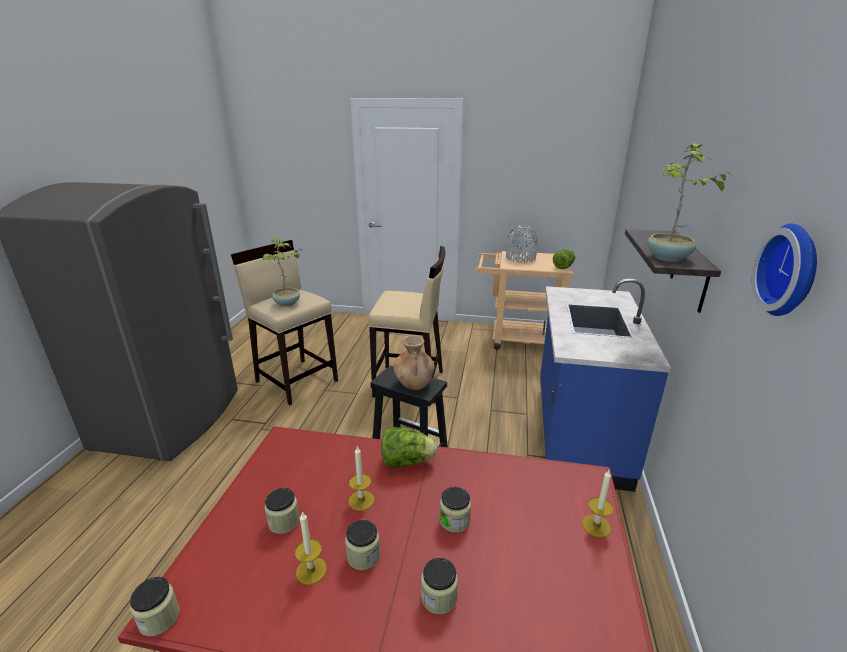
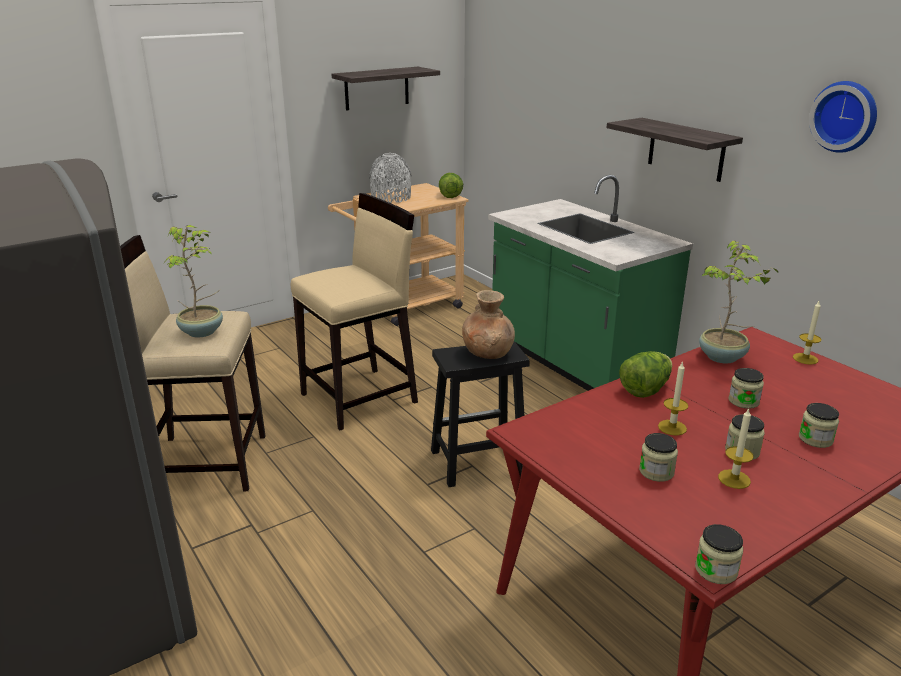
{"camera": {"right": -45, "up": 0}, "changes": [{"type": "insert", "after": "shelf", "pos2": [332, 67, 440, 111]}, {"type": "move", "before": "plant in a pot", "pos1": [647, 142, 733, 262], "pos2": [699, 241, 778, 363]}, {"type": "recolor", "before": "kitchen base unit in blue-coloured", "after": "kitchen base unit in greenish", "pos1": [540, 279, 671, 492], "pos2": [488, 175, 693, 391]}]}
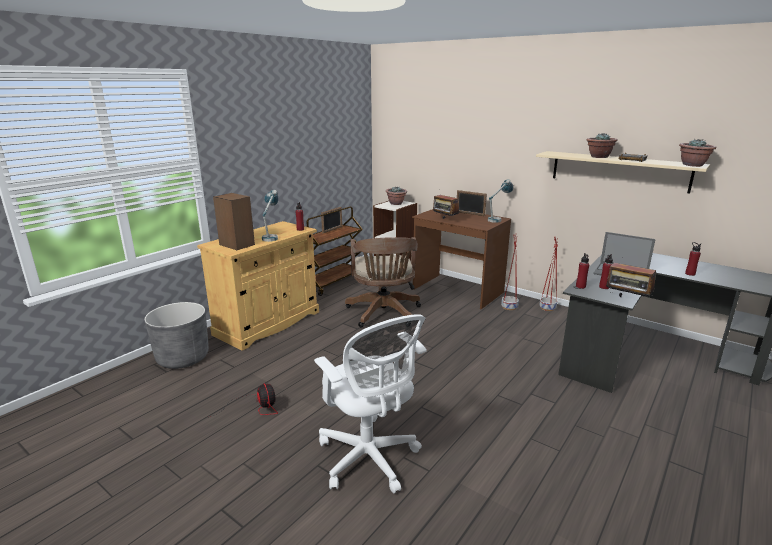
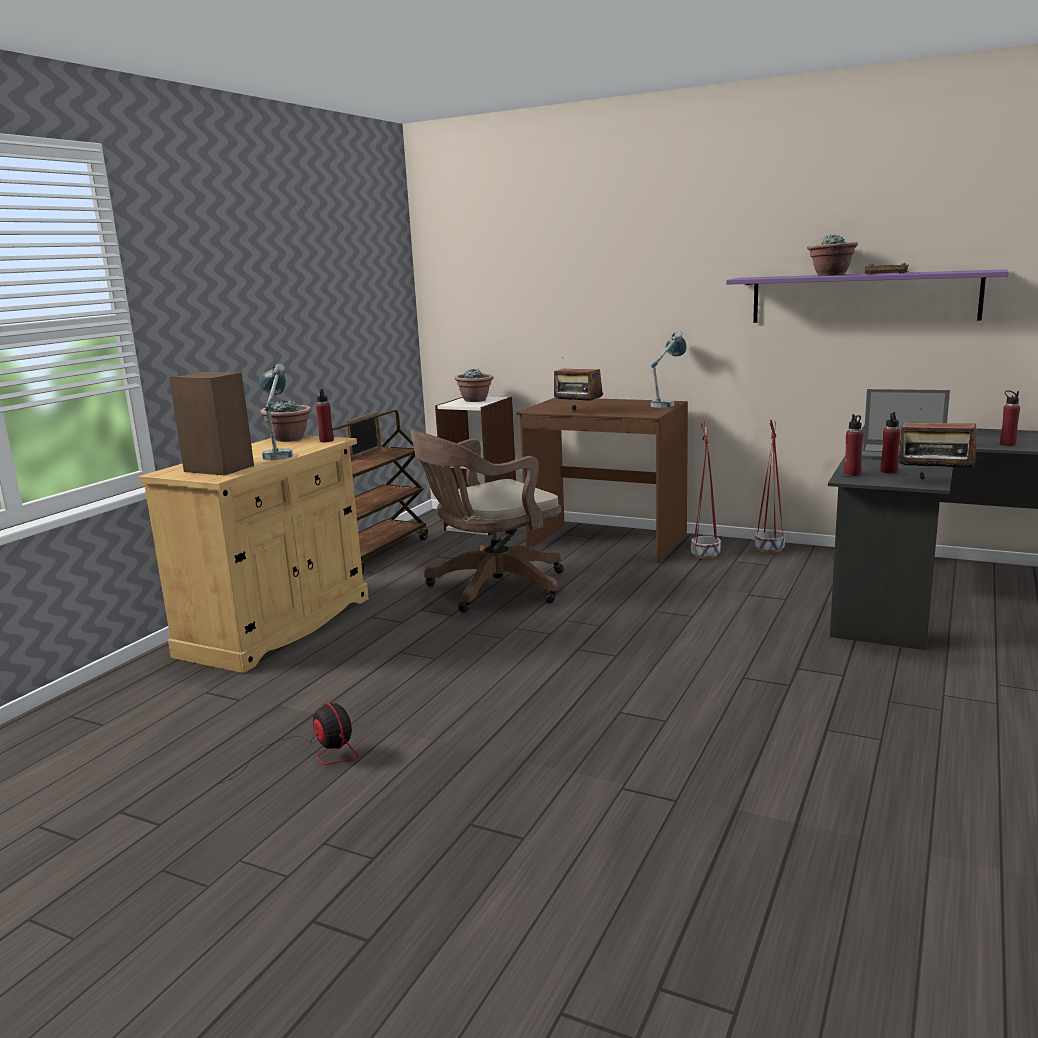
{"camera": {"right": -10, "up": -5}, "changes": [{"type": "delete", "before": "flower pot in grey", "pos1": [144, 302, 209, 369]}, {"type": "delete", "before": "computer chair in white", "pos1": [314, 314, 427, 494]}, {"type": "delete", "before": "photo frame", "pos1": [457, 190, 487, 216]}, {"type": "move", "before": "plant in a pot", "pos1": [679, 139, 716, 167], "pos2": [260, 399, 312, 442]}, {"type": "recolor", "before": "shelf in beige-coloured", "after": "shelf in purple", "pos1": [536, 151, 710, 194], "pos2": [726, 269, 1009, 323]}, {"type": "rotate", "before": "computer chair in brownish", "pos1": [345, 237, 421, 327], "pos2": [410, 430, 564, 613], "turn": 75}]}
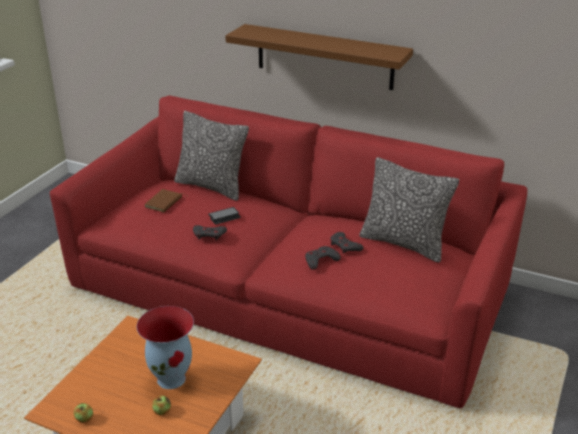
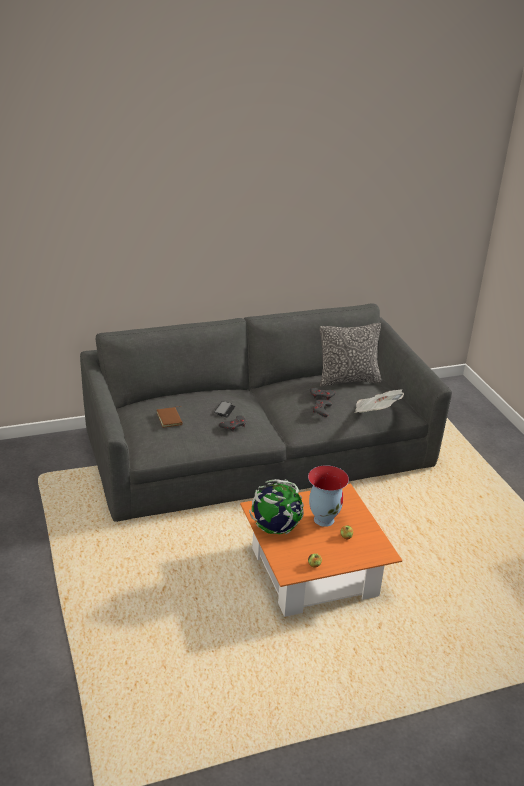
{"camera": {"right": -45, "up": 0}, "changes": [{"type": "delete", "before": "throw pillow", "pos1": [174, 111, 249, 201]}, {"type": "delete", "before": "shelf in brownish", "pos1": [225, 24, 413, 90]}, {"type": "insert", "after": "world globe", "pos2": [249, 479, 304, 534]}, {"type": "insert", "after": "newspaper", "pos2": [354, 389, 404, 413]}, {"type": "recolor", "before": "sofa in reddish", "after": "sofa in grey", "pos1": [50, 96, 528, 408], "pos2": [80, 303, 452, 522]}]}
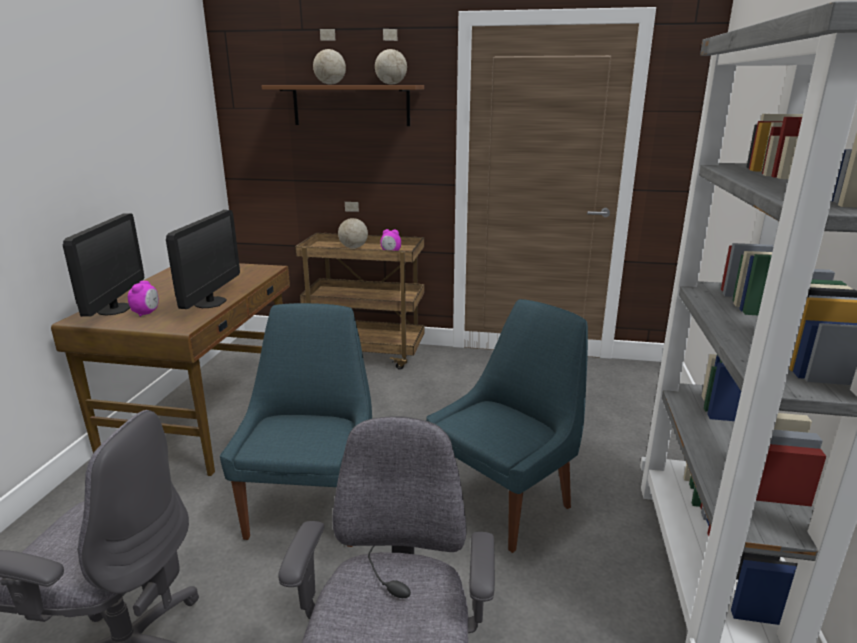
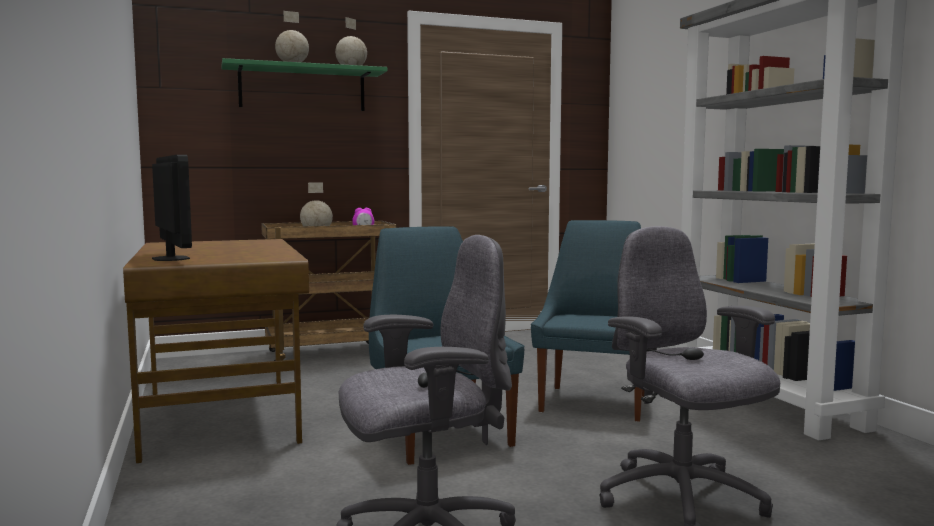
{"camera": {"right": -30, "up": -15}, "changes": [{"type": "delete", "before": "alarm clock", "pos1": [128, 281, 159, 317]}, {"type": "delete", "before": "monitor", "pos1": [166, 210, 240, 309]}, {"type": "recolor", "before": "shelf in brownish", "after": "shelf in greenish", "pos1": [261, 85, 424, 126], "pos2": [221, 58, 387, 111]}]}
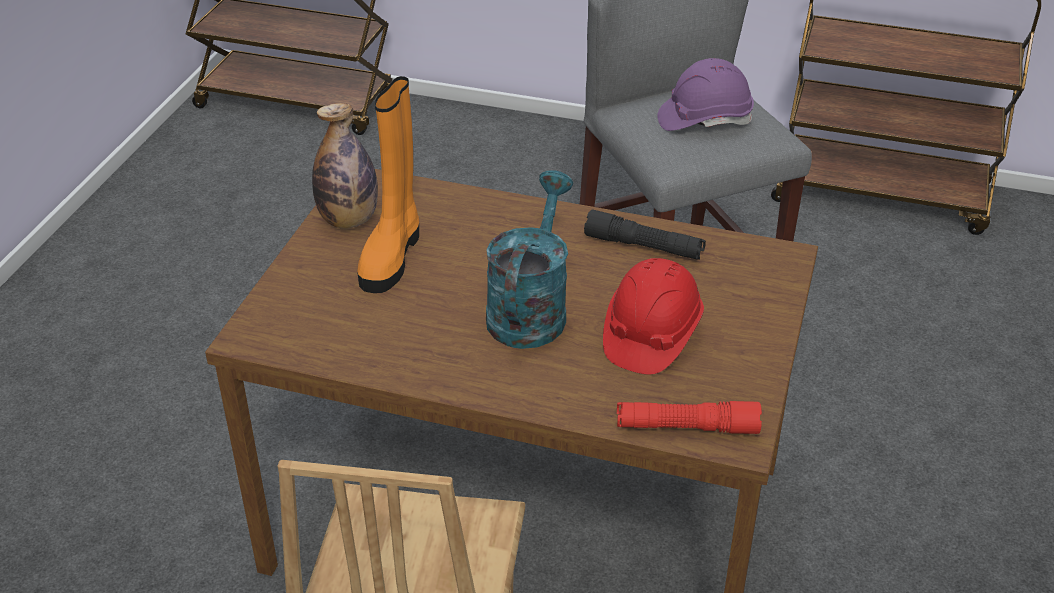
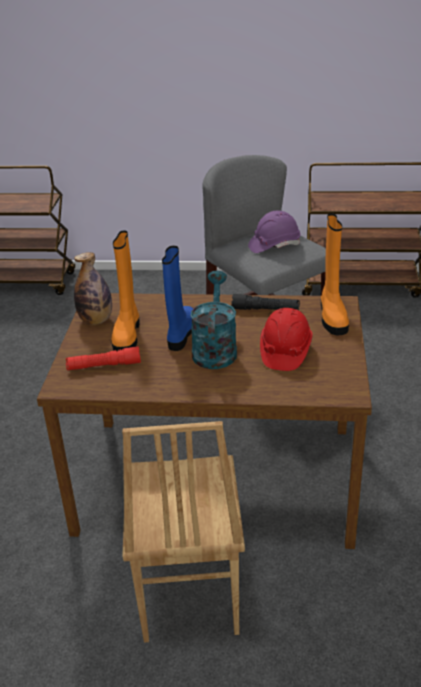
{"camera": {"right": -10, "up": -5}, "changes": [{"type": "insert", "after": "high-top boot in blue-coloured", "pos2": [162, 246, 193, 351]}, {"type": "insert", "after": "high-top boot in orange", "pos2": [321, 213, 349, 335]}, {"type": "move", "before": "hand torch in reddish", "pos1": [617, 401, 762, 434], "pos2": [66, 346, 141, 370]}]}
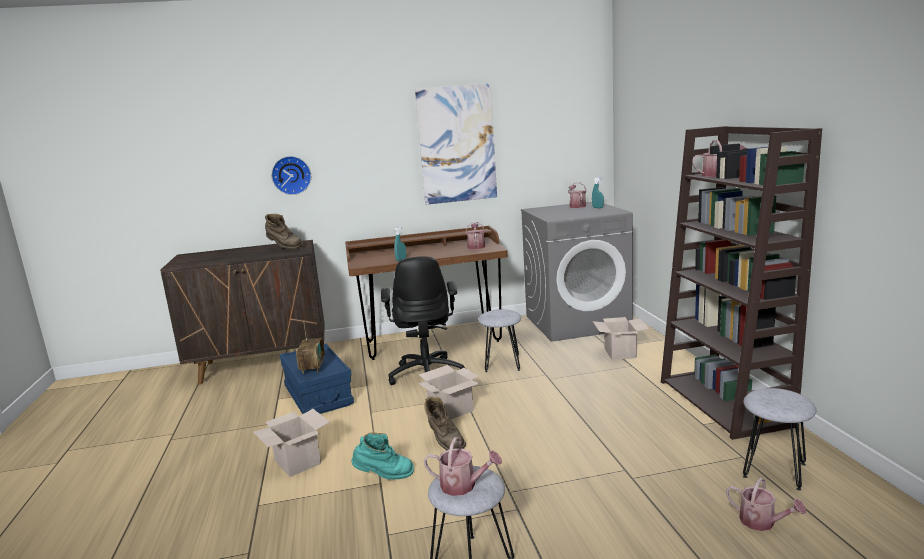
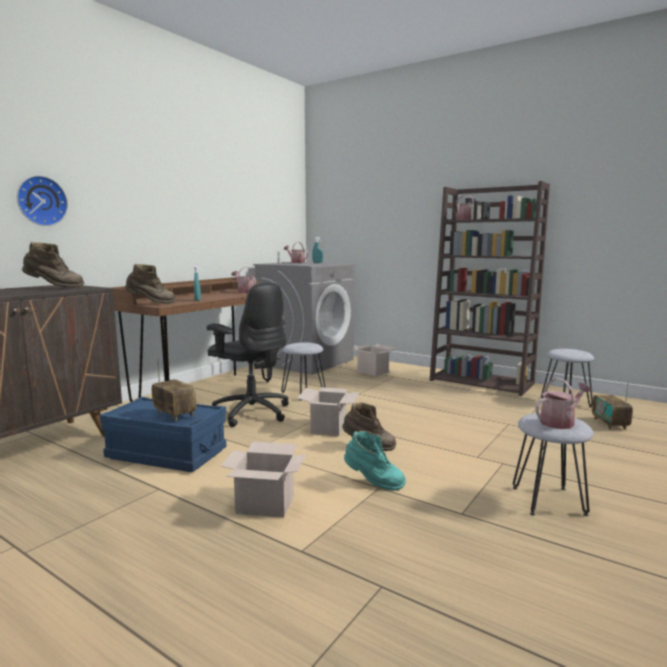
{"camera": {"right": -45, "up": -5}, "changes": [{"type": "delete", "before": "wall picture", "pos1": [415, 83, 497, 205]}, {"type": "insert", "after": "high-top boot in brownish", "pos2": [125, 264, 176, 304]}, {"type": "replace", "before": "watering pot", "after": "radio receiver", "pos1": [726, 478, 806, 531], "pos2": [592, 383, 633, 430]}, {"type": "rotate", "before": "high-top boot in turquoise-coloured", "pos1": [351, 432, 414, 479], "pos2": [344, 431, 406, 490], "turn": 75}]}
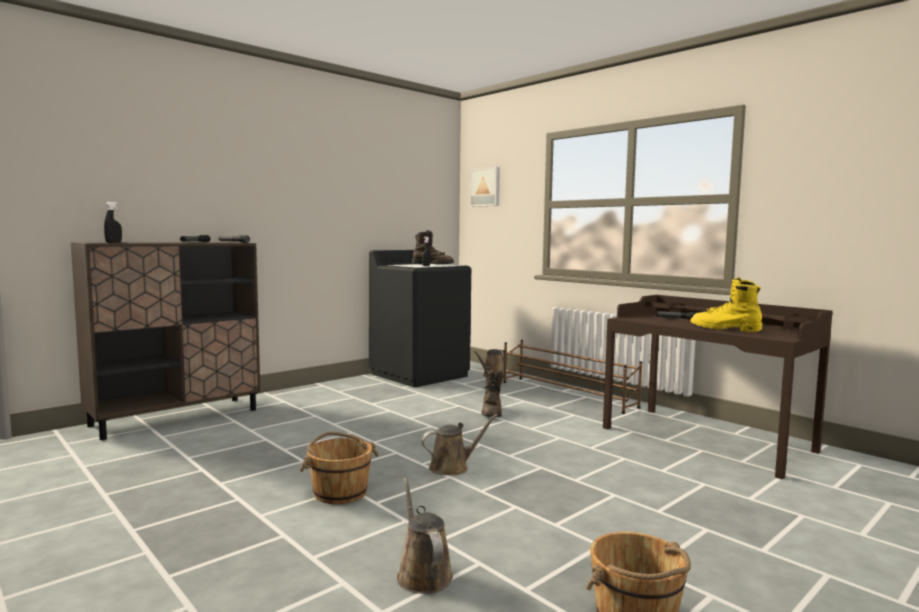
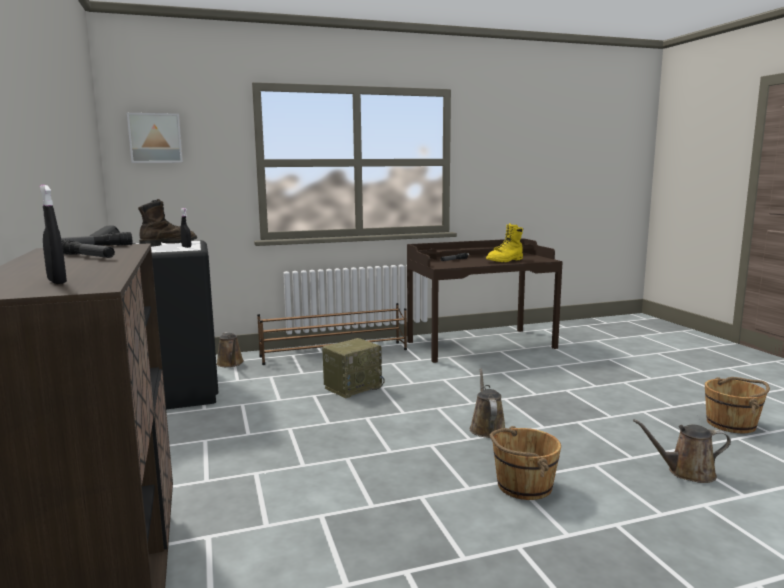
{"camera": {"right": -65, "up": 5}, "changes": [{"type": "replace", "before": "high-top boot in brownish", "after": "radio receiver", "pos1": [482, 370, 504, 417], "pos2": [322, 338, 385, 398]}]}
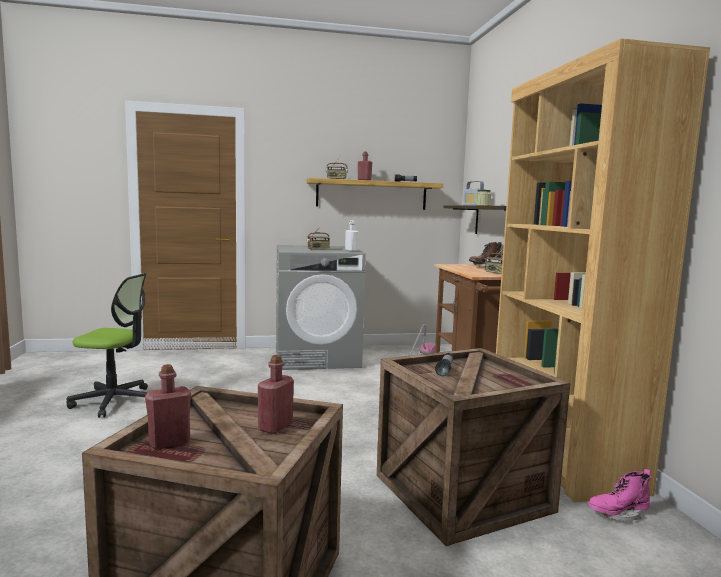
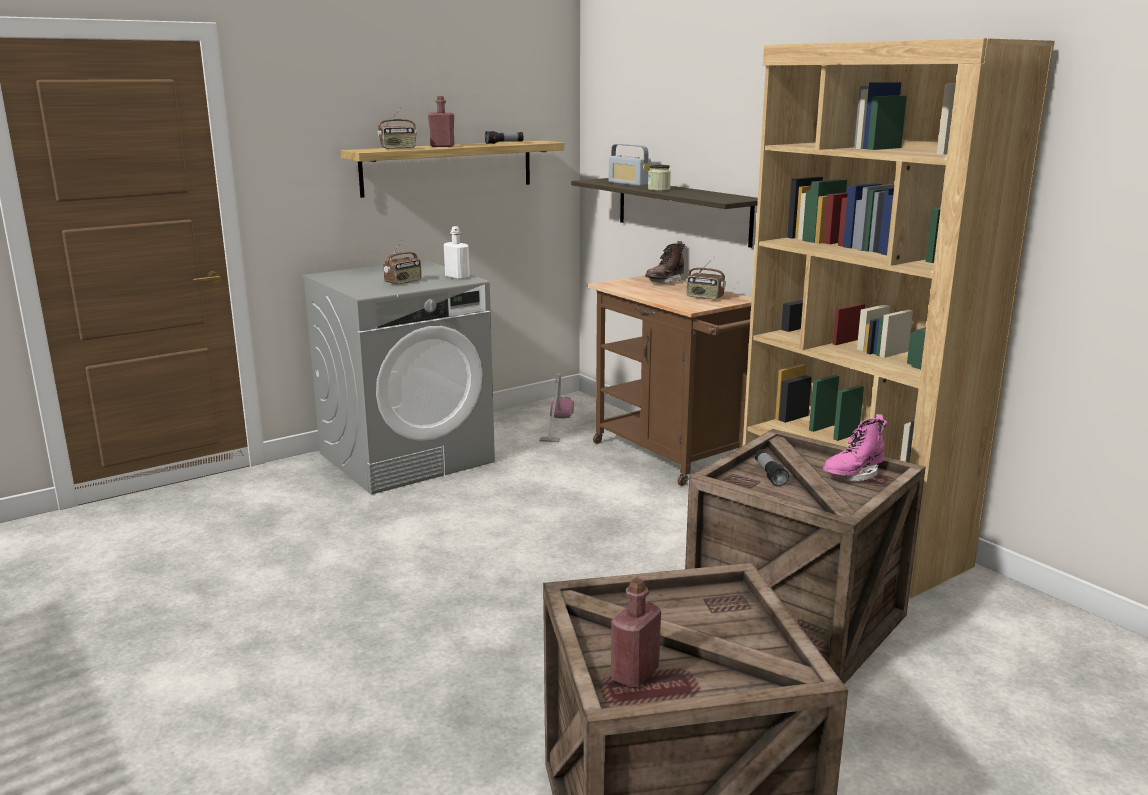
{"camera": {"right": -25, "up": 10}, "changes": [{"type": "delete", "before": "computer chair", "pos1": [67, 273, 148, 418]}, {"type": "delete", "before": "drink bottle in reddish", "pos1": [258, 355, 294, 434]}, {"type": "move", "before": "high-top boot in pink-coloured", "pos1": [588, 469, 652, 521], "pos2": [823, 414, 888, 482]}]}
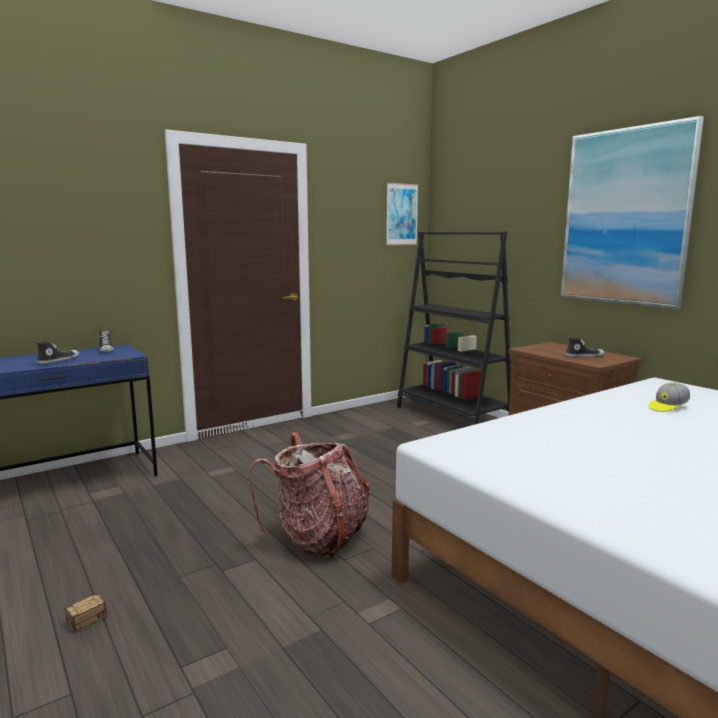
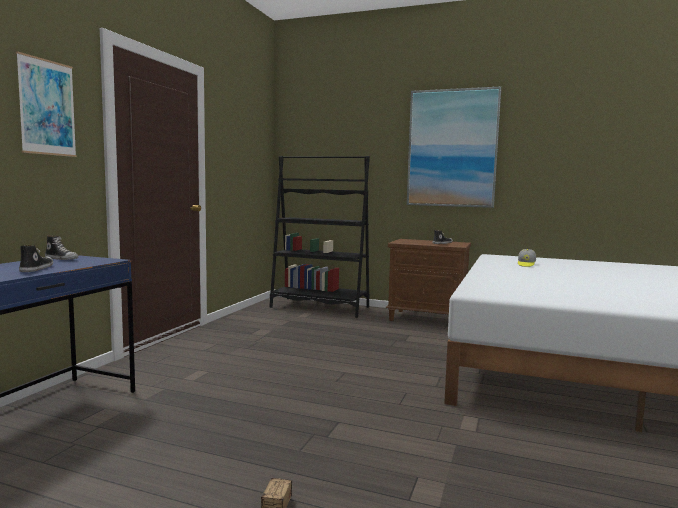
{"camera": {"right": -35, "up": -5}, "changes": [{"type": "delete", "before": "rucksack", "pos1": [248, 432, 370, 558]}, {"type": "move", "before": "wall picture", "pos1": [386, 183, 419, 245], "pos2": [16, 51, 77, 157]}]}
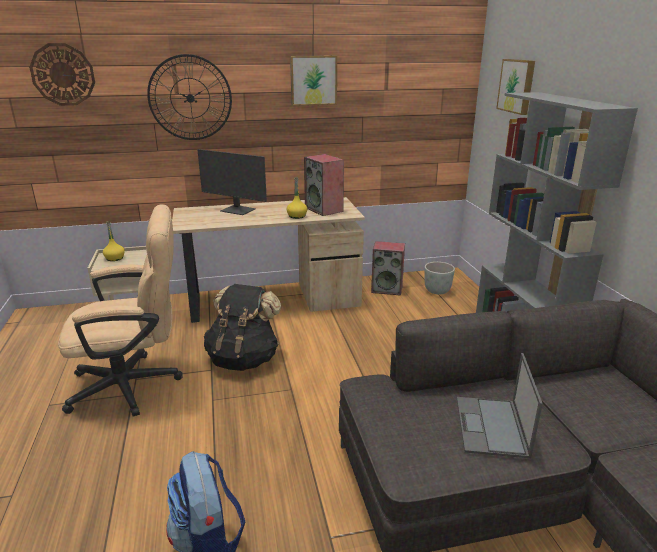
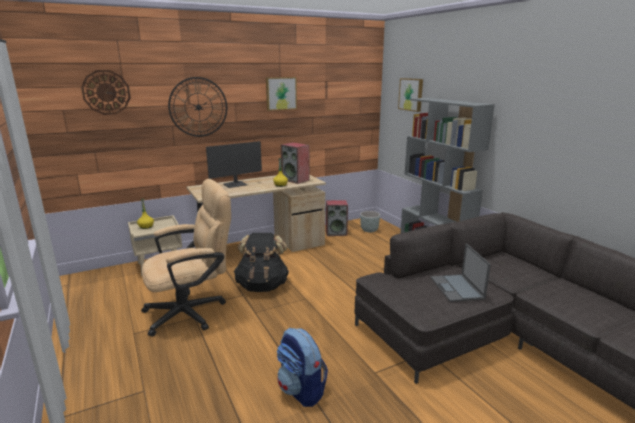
{"camera": {"right": -15, "up": -5}, "changes": [{"type": "rotate", "before": "monitor", "pos1": [197, 149, 267, 215], "pos2": [206, 141, 262, 188], "turn": -45}]}
